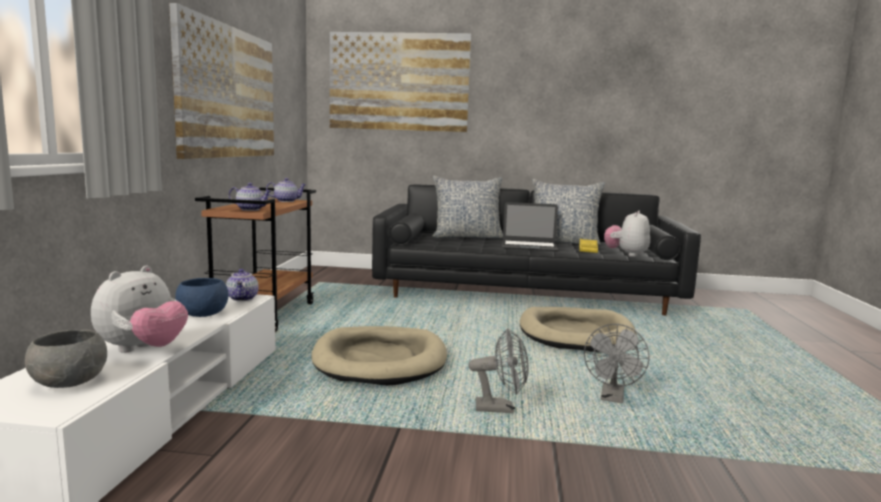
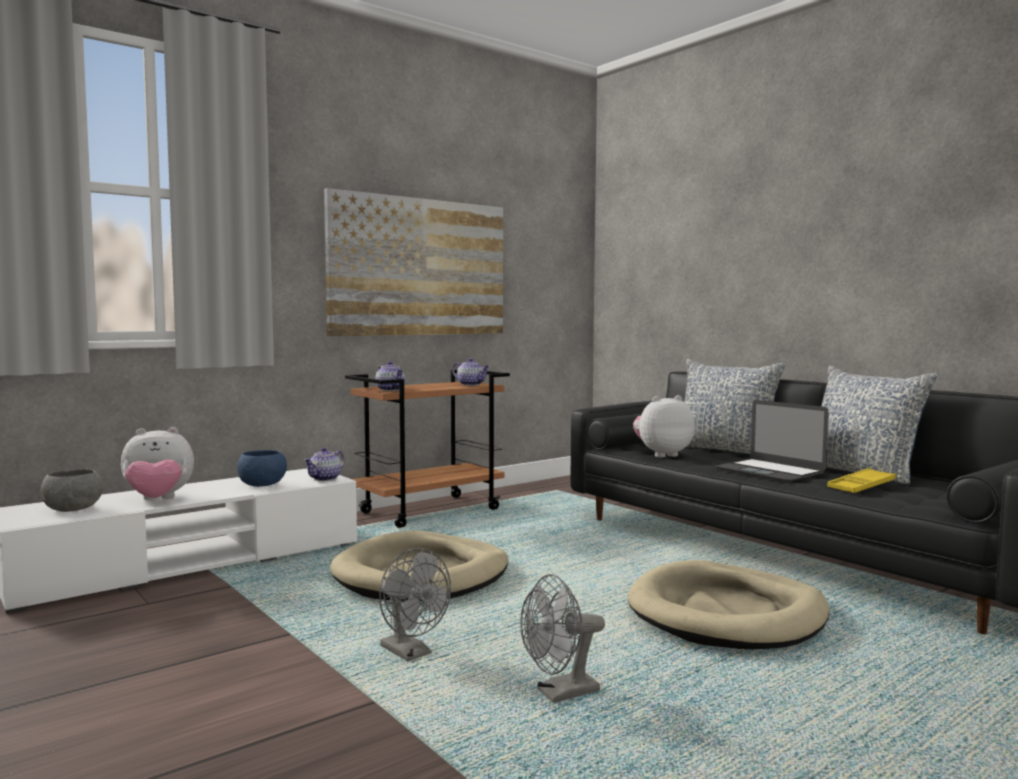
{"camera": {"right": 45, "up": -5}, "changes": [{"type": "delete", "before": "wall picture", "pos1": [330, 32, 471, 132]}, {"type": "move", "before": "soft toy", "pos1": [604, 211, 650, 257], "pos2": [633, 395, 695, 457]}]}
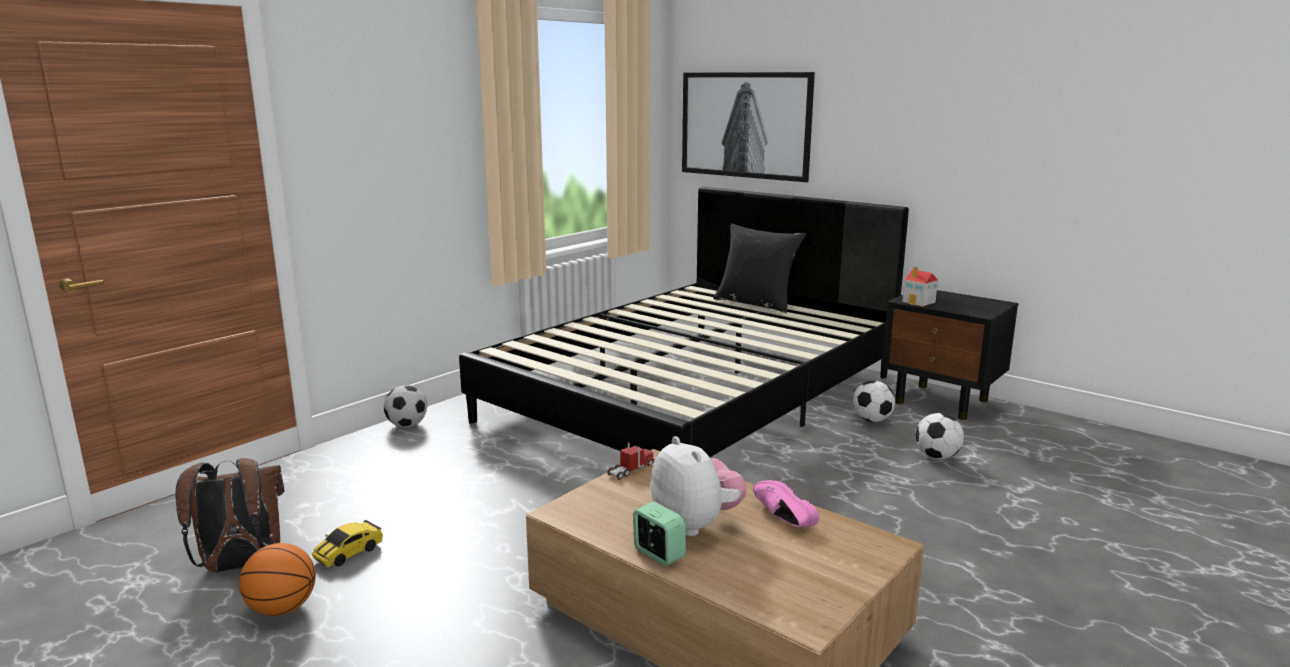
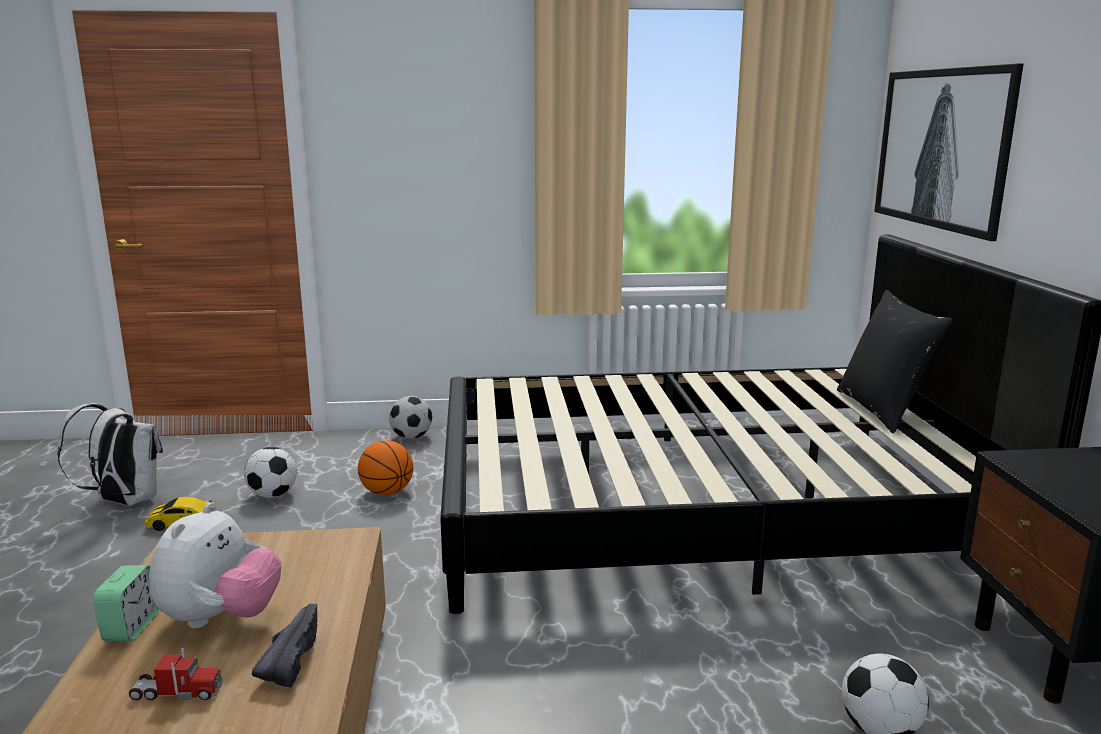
{"camera": {"right": 45, "up": 0}, "changes": [{"type": "delete", "before": "toy house", "pos1": [902, 266, 938, 307]}, {"type": "move", "before": "ball for basketball", "pos1": [239, 543, 316, 616], "pos2": [358, 440, 413, 496]}, {"type": "move", "before": "toy lorry", "pos1": [607, 442, 654, 480], "pos2": [129, 648, 222, 700]}, {"type": "move", "before": "football", "pos1": [852, 381, 895, 422], "pos2": [244, 447, 297, 498]}, {"type": "recolor", "before": "rucksack in brownish", "after": "rucksack in white", "pos1": [175, 458, 284, 572], "pos2": [57, 403, 163, 506]}, {"type": "recolor", "before": "low shoe in pink-coloured", "after": "low shoe in black-coloured", "pos1": [753, 480, 819, 527], "pos2": [252, 604, 317, 688]}]}
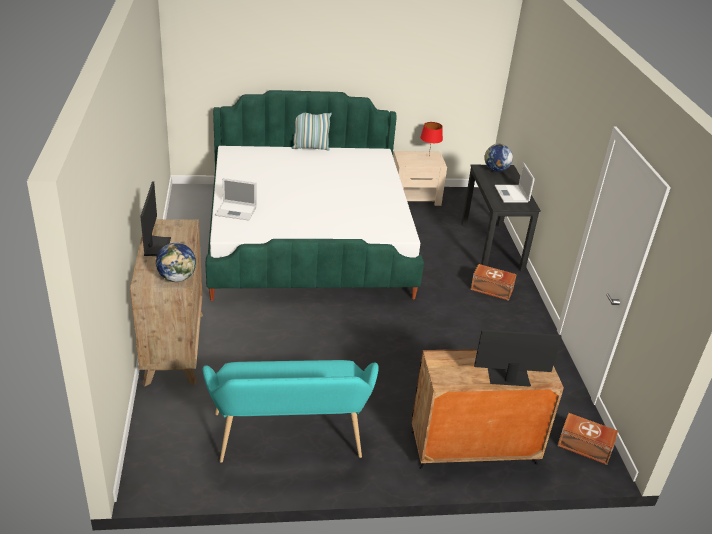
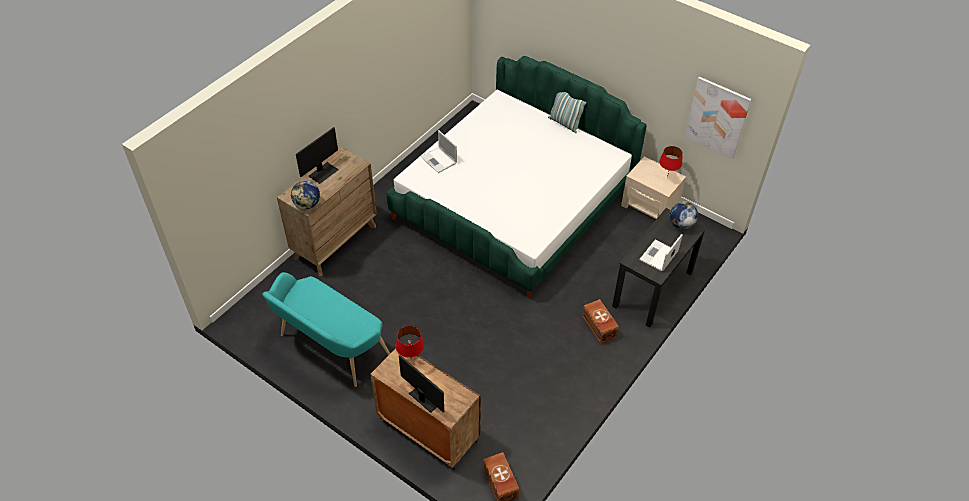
{"camera": {"right": 45, "up": 15}, "changes": [{"type": "insert", "after": "table lamp in reddish", "pos2": [396, 326, 424, 358]}, {"type": "insert", "after": "wall picture", "pos2": [684, 77, 751, 159]}]}
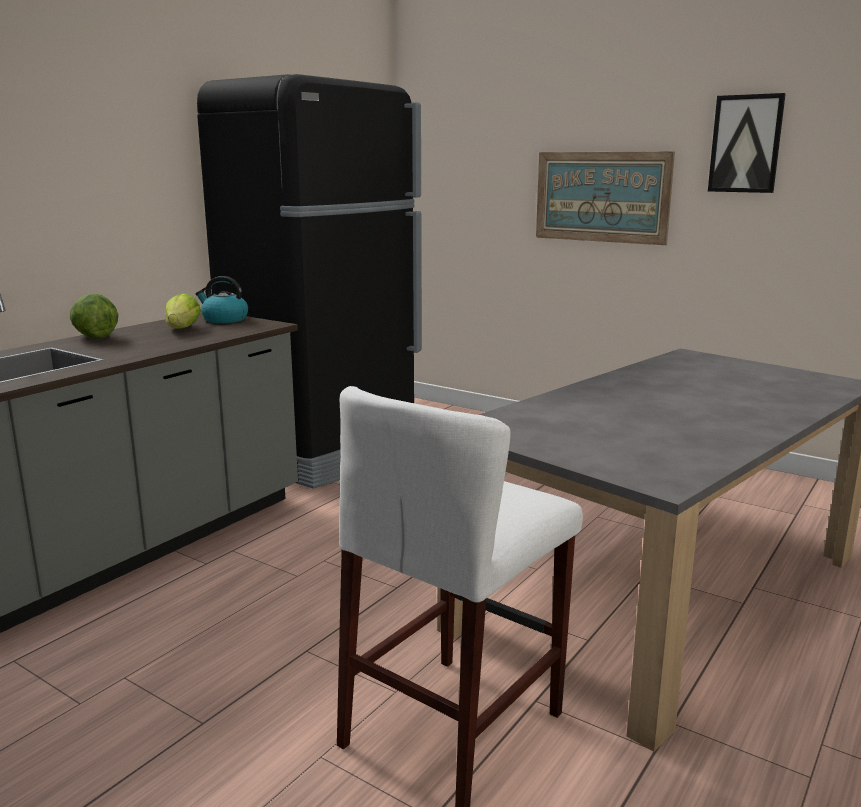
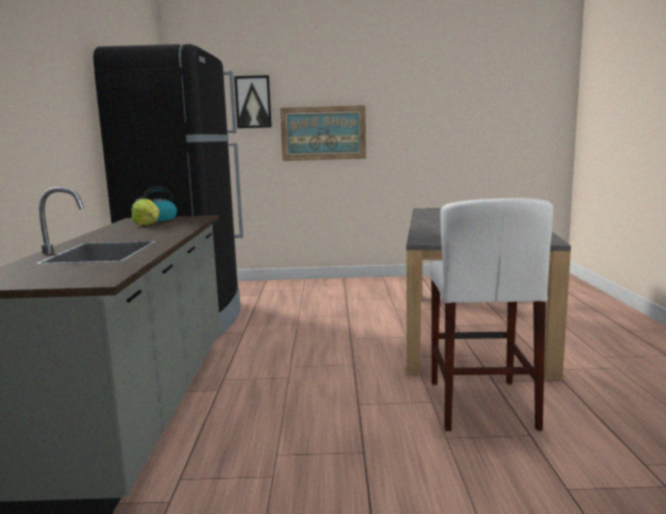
{"camera": {"right": -35, "up": -5}, "changes": [{"type": "delete", "before": "lettuce", "pos1": [70, 293, 118, 338]}, {"type": "move", "before": "wall picture", "pos1": [708, 93, 786, 193], "pos2": [234, 75, 272, 128]}]}
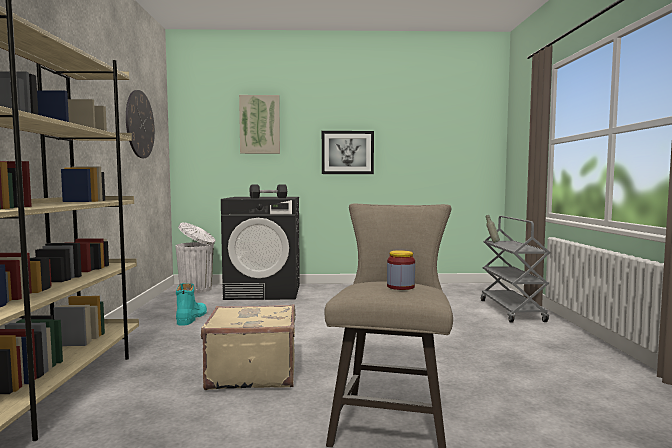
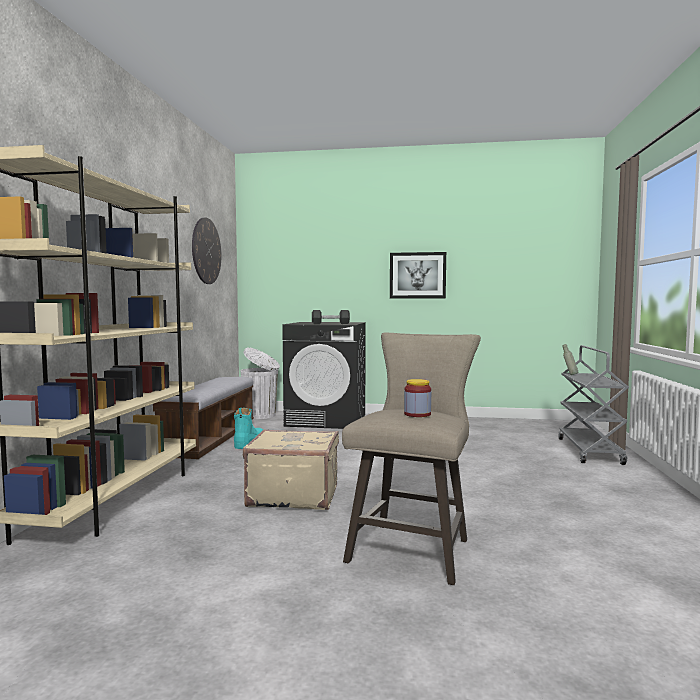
{"camera": {"right": 10, "up": 0}, "changes": [{"type": "delete", "before": "wall picture", "pos1": [239, 95, 280, 154]}, {"type": "insert", "after": "long seat", "pos2": [153, 377, 254, 459]}]}
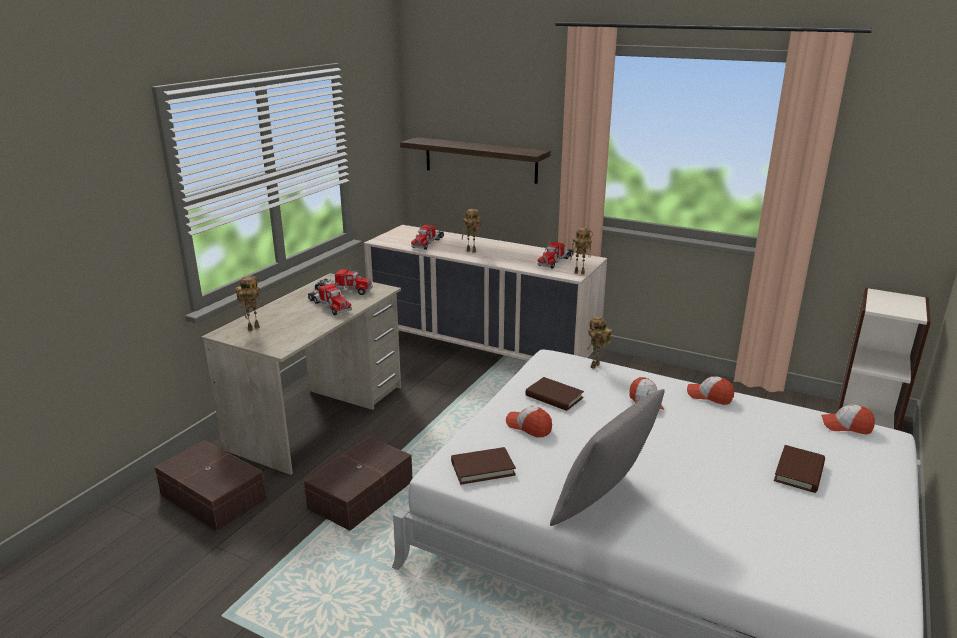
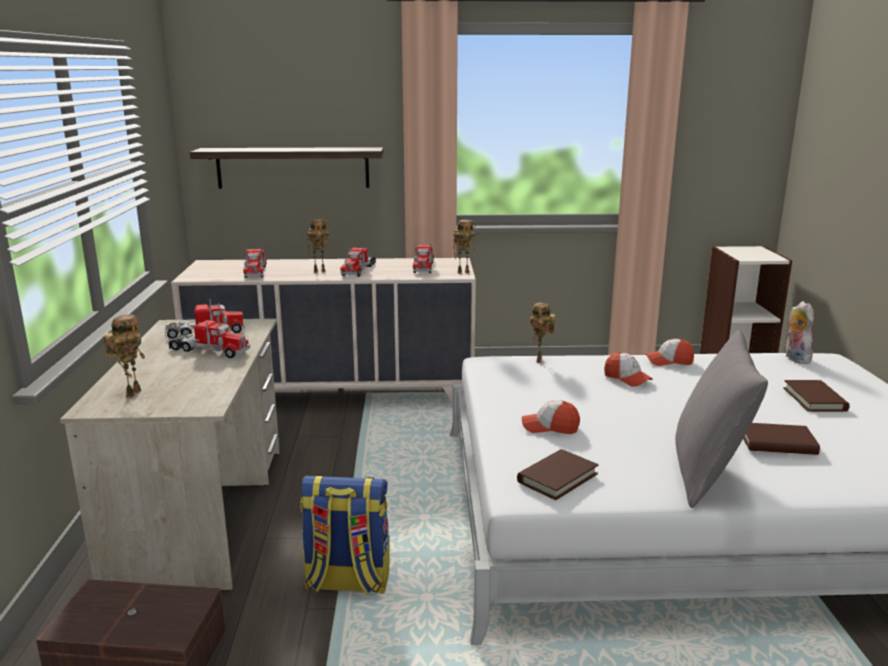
{"camera": {"right": -30, "up": -5}, "changes": [{"type": "insert", "after": "toy lorry", "pos2": [340, 245, 376, 277]}, {"type": "move", "before": "book in brownish", "pos1": [525, 377, 584, 411], "pos2": [743, 423, 820, 455]}, {"type": "replace", "before": "storage bin in brownish", "after": "rucksack", "pos1": [304, 437, 413, 531], "pos2": [300, 475, 390, 595]}, {"type": "replace", "before": "peaked cap", "after": "soft toy", "pos1": [821, 405, 875, 434], "pos2": [785, 301, 814, 364]}]}
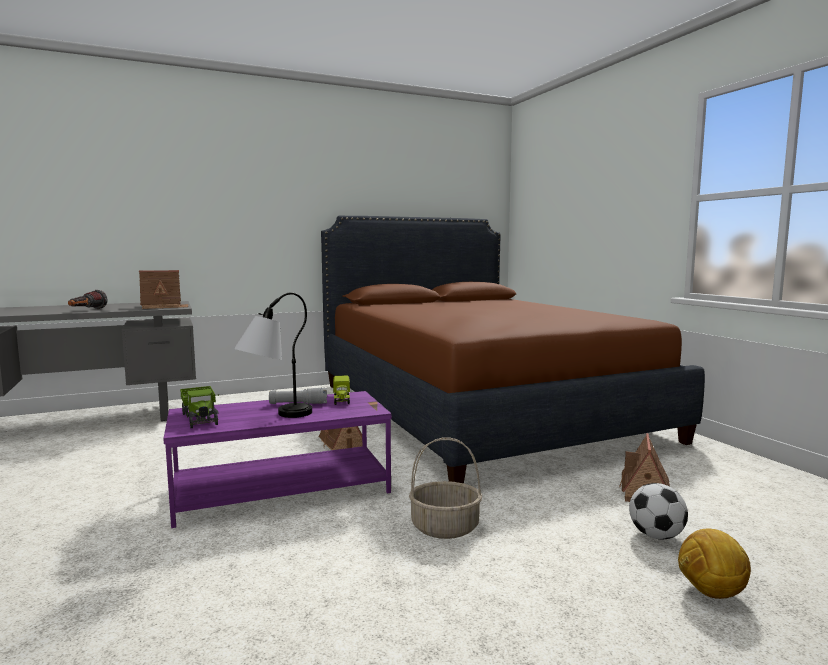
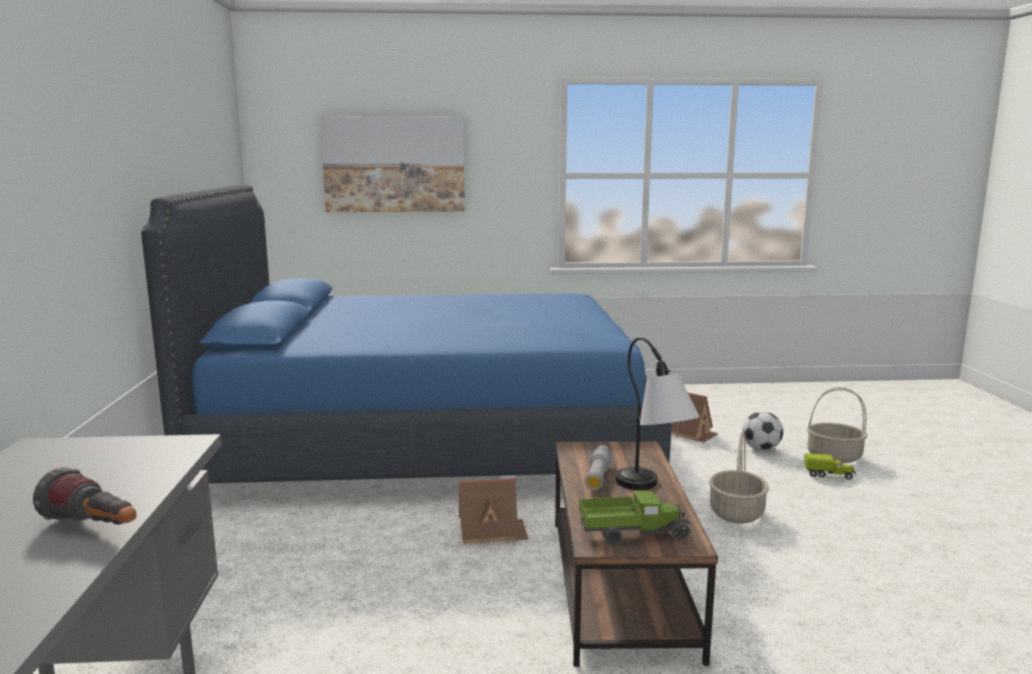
{"camera": {"right": -70, "up": 5}, "changes": [{"type": "delete", "before": "toy house", "pos1": [139, 270, 188, 309]}, {"type": "insert", "after": "wall picture", "pos2": [320, 116, 465, 212]}, {"type": "move", "before": "toy lorry", "pos1": [333, 375, 350, 405], "pos2": [804, 453, 856, 480]}, {"type": "replace", "before": "football", "after": "storage basket", "pos1": [678, 528, 751, 599], "pos2": [807, 387, 867, 463]}, {"type": "recolor", "before": "low table in purple", "after": "low table in brownish", "pos1": [163, 391, 392, 528], "pos2": [555, 441, 718, 667]}, {"type": "recolor", "before": "bed in brownish", "after": "bed in blue-coloured", "pos1": [321, 216, 705, 483], "pos2": [141, 184, 672, 483]}]}
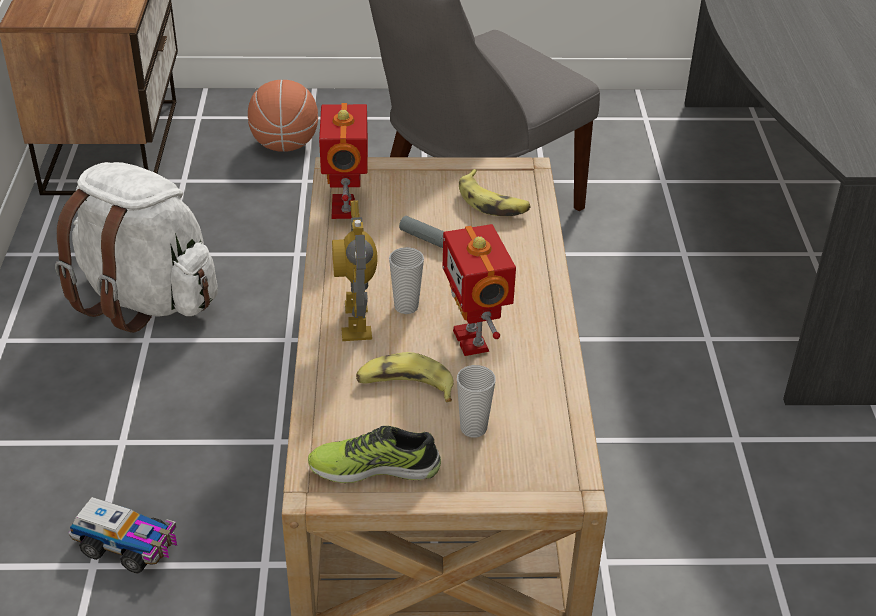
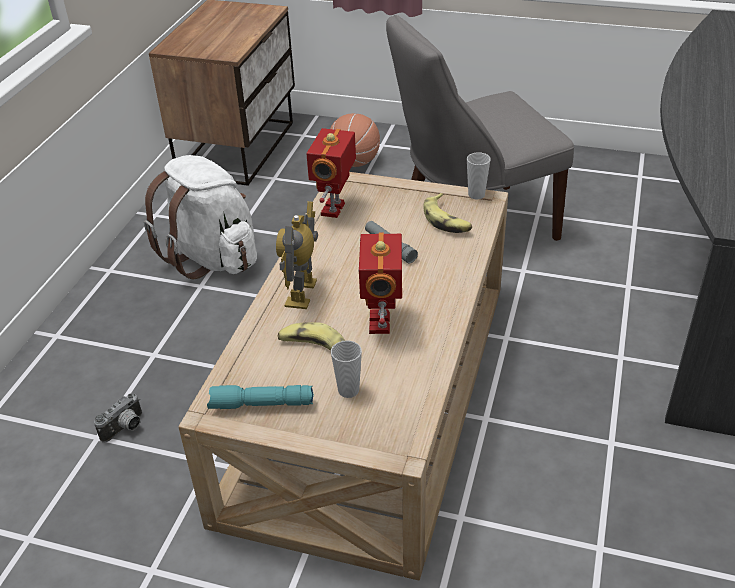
{"camera": {"right": 20, "up": 0}, "changes": [{"type": "move", "before": "small cup", "pos1": [389, 247, 424, 314], "pos2": [467, 152, 491, 199]}, {"type": "replace", "before": "toy lorry", "after": "still camera", "pos1": [68, 497, 177, 574], "pos2": [94, 394, 142, 442]}, {"type": "replace", "before": "low shoe", "after": "hand torch in turquoise-coloured", "pos1": [308, 426, 441, 483], "pos2": [207, 385, 314, 409]}]}
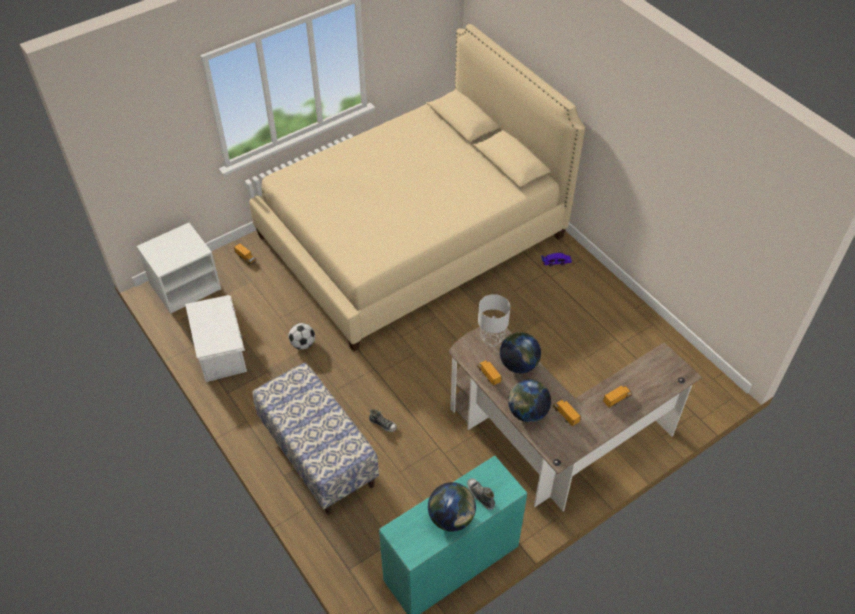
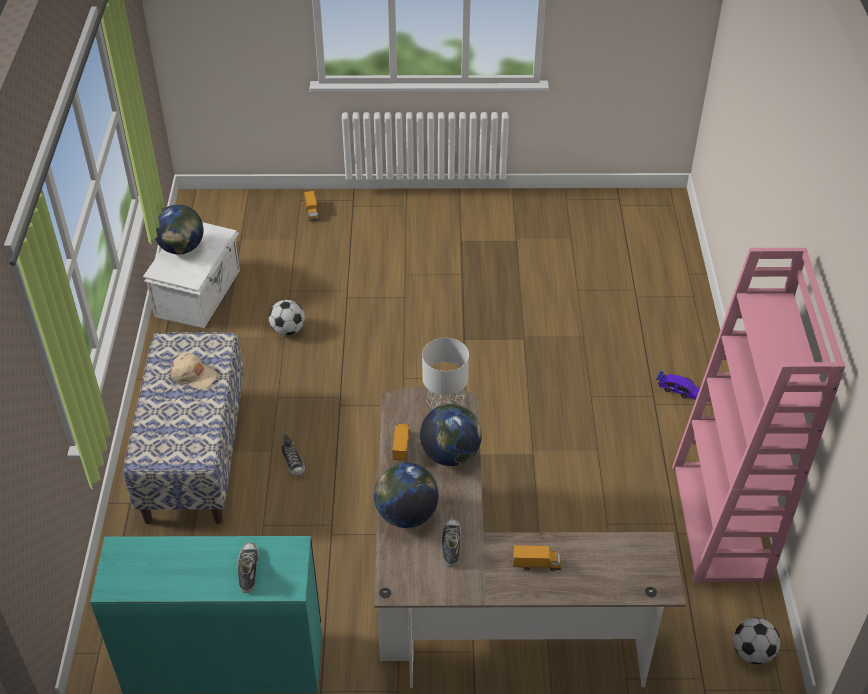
{"camera": {"right": 35, "up": -5}, "changes": [{"type": "delete", "before": "nightstand in white", "pos1": [137, 223, 221, 314]}, {"type": "delete", "before": "bed in beige-coloured", "pos1": [249, 24, 585, 352]}, {"type": "insert", "after": "peaked cap in beige-coloured", "pos2": [170, 352, 218, 390]}, {"type": "insert", "after": "bookshelf in pink-coloured", "pos2": [672, 248, 846, 583]}, {"type": "insert", "after": "football", "pos2": [733, 618, 780, 665]}, {"type": "move", "before": "world globe", "pos1": [428, 482, 476, 532], "pos2": [155, 205, 203, 254]}, {"type": "replace", "before": "toy lorry", "after": "low shoe", "pos1": [553, 400, 581, 426], "pos2": [441, 518, 461, 567]}]}
